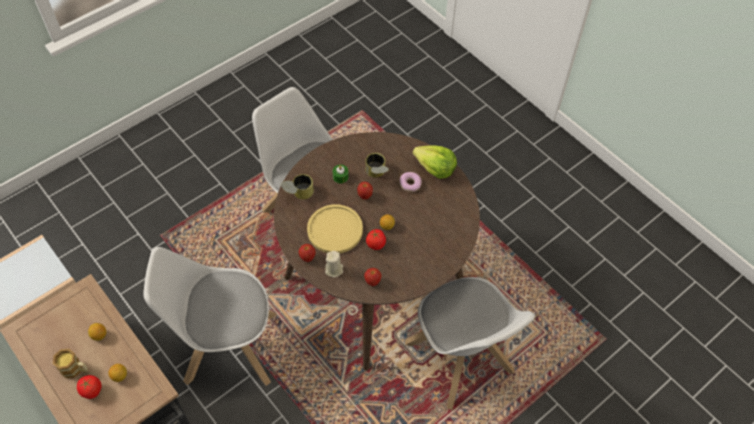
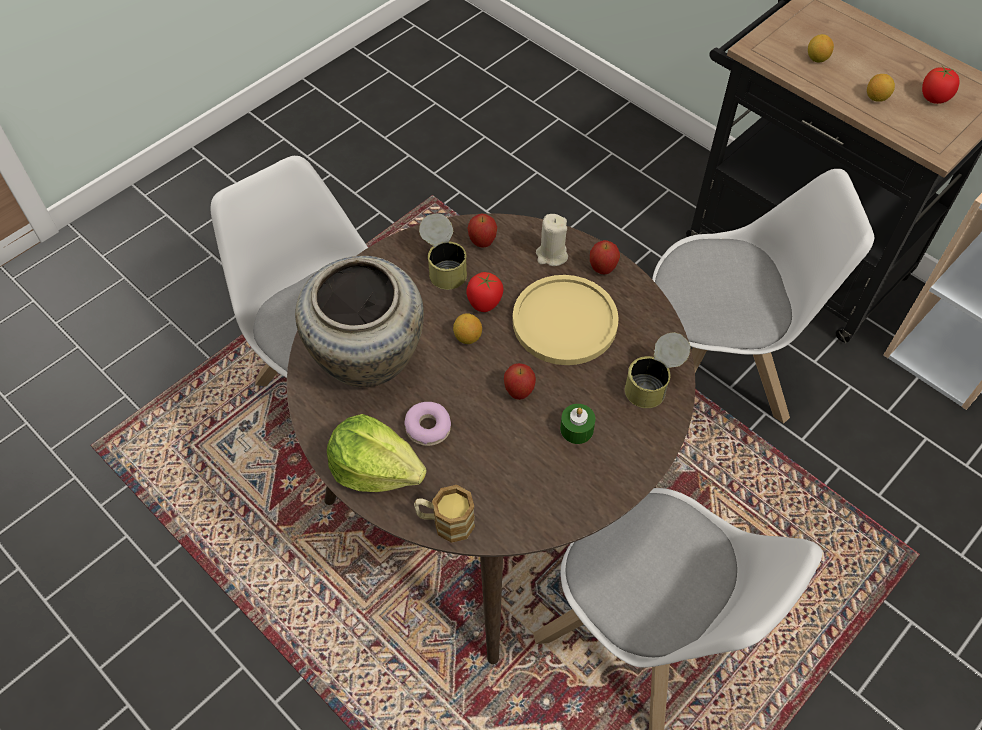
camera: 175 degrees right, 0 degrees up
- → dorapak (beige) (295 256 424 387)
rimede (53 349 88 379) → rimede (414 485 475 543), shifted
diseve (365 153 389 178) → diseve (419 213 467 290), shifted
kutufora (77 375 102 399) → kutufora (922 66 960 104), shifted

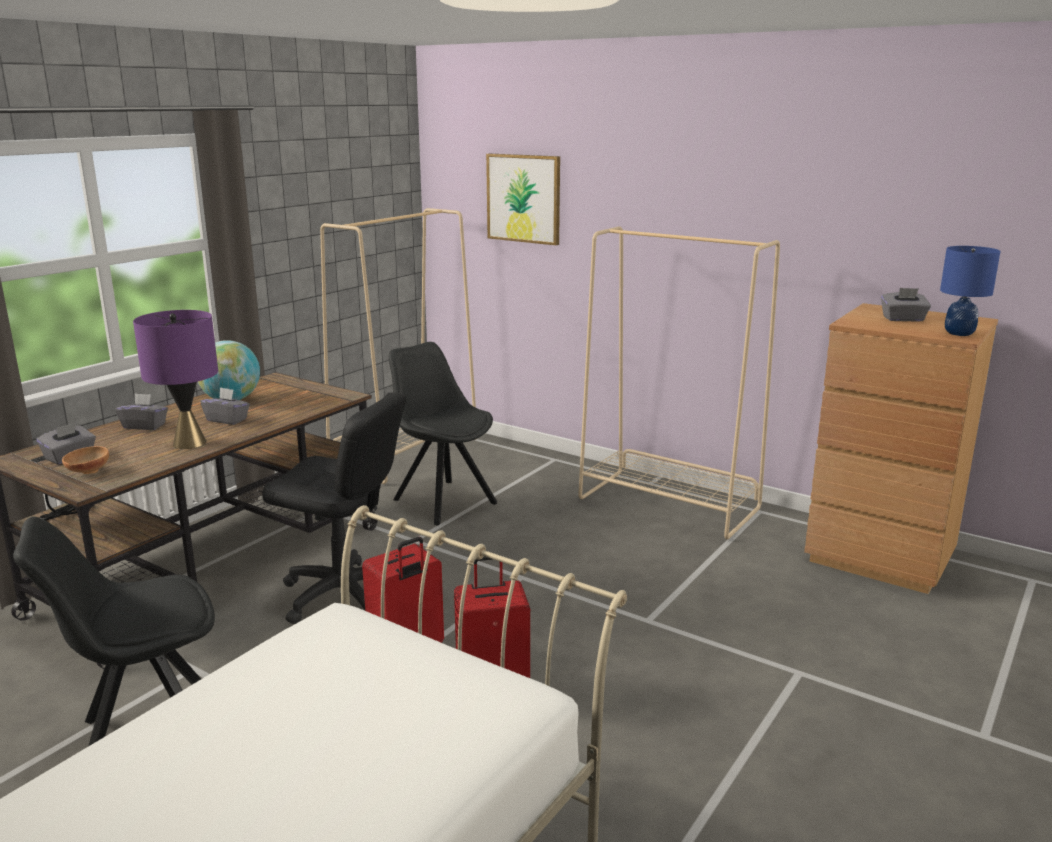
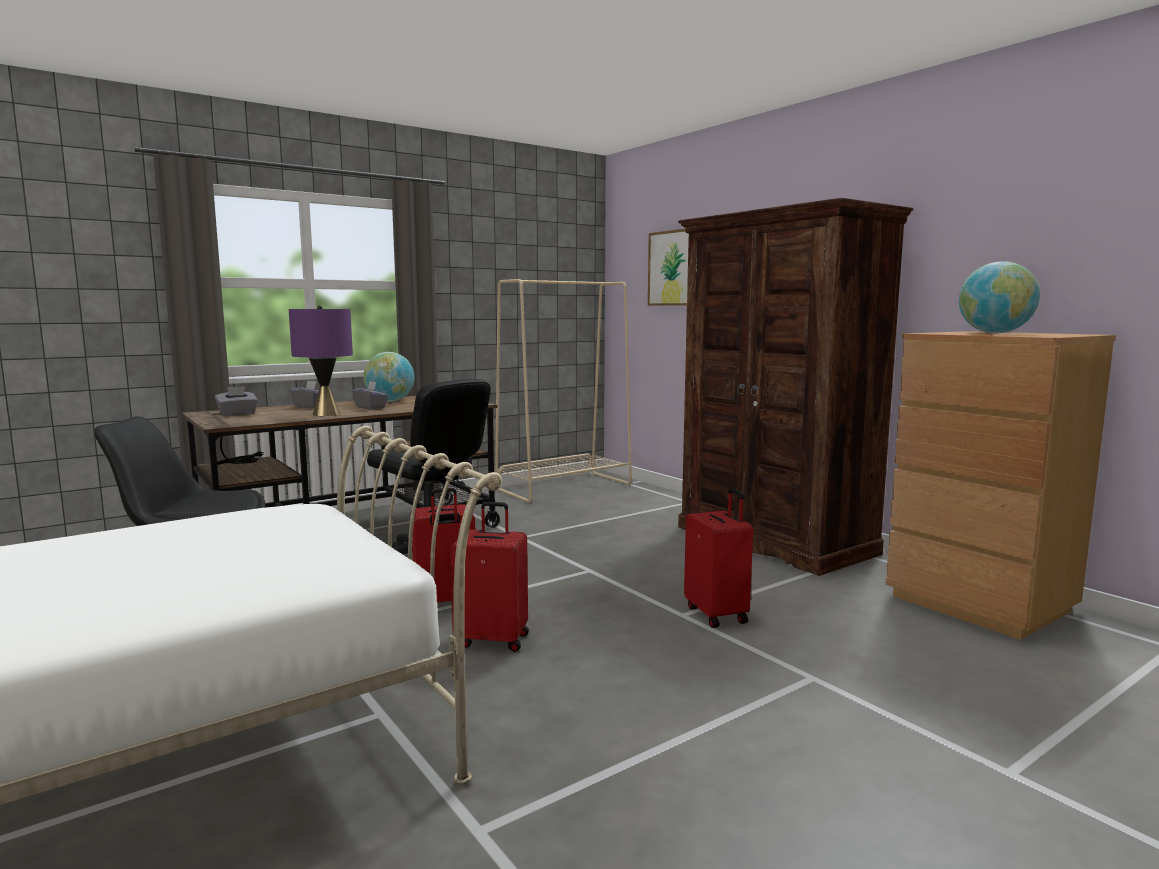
camera: 20 degrees right, 10 degrees down
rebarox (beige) (578 226 780 539) → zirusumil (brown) (678 198 913 576)
- → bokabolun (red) (684 488 753 628)
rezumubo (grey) (881 288 931 322) → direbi (959 261 1040 333)
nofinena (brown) (62 446 109 474) → -
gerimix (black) (389 342 497 525) → -
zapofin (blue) (940 246 1001 336) → -

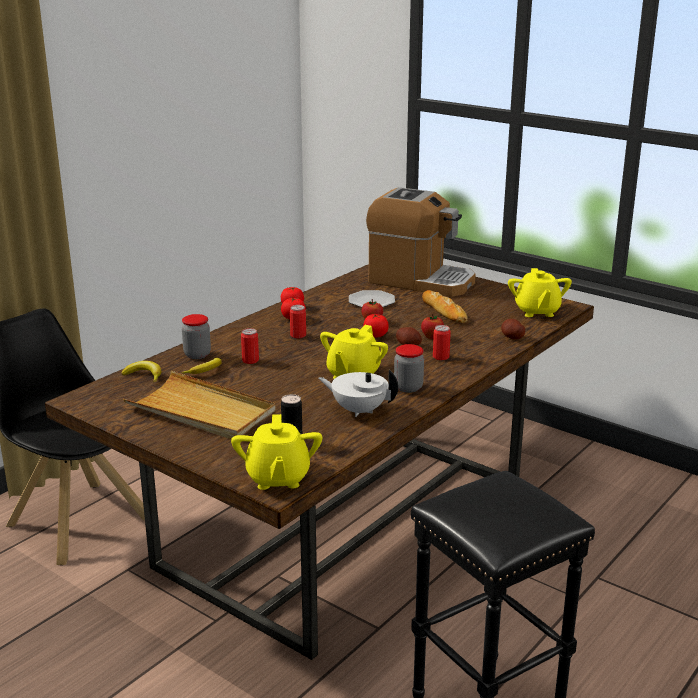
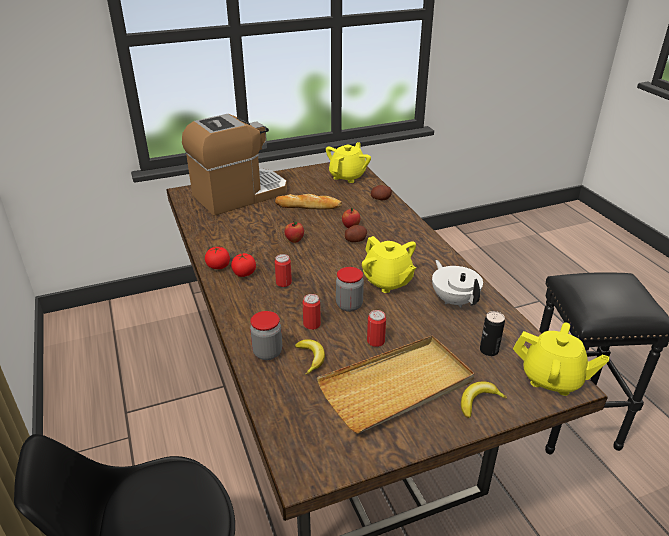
camera: 60 degrees left, 10 degrees up
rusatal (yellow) (508 268 572 317) → rusatal (yellow) (326 142 371 183), 90 degrees counterclockwise
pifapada (394 344 424 393) → pifapada (336 267 364 312), shifted
diseve (433 325 451 360) → diseve (367 310 386 347), shifted
rusatal (white) (319 370 399 417) → rusatal (white) (432 260 483 307), 105 degrees clockwise
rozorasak (121 361 161 383) → rozorasak (461 382 507 418), shifted
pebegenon (349 290 395 308) → -
kutufora (363 314 389 338) → -

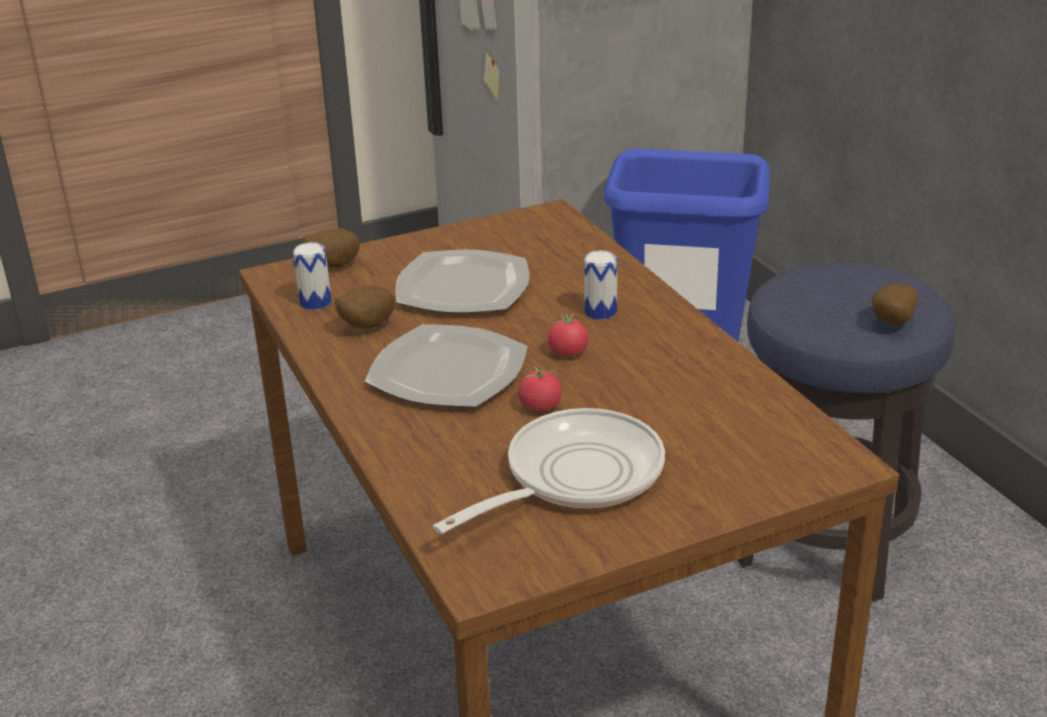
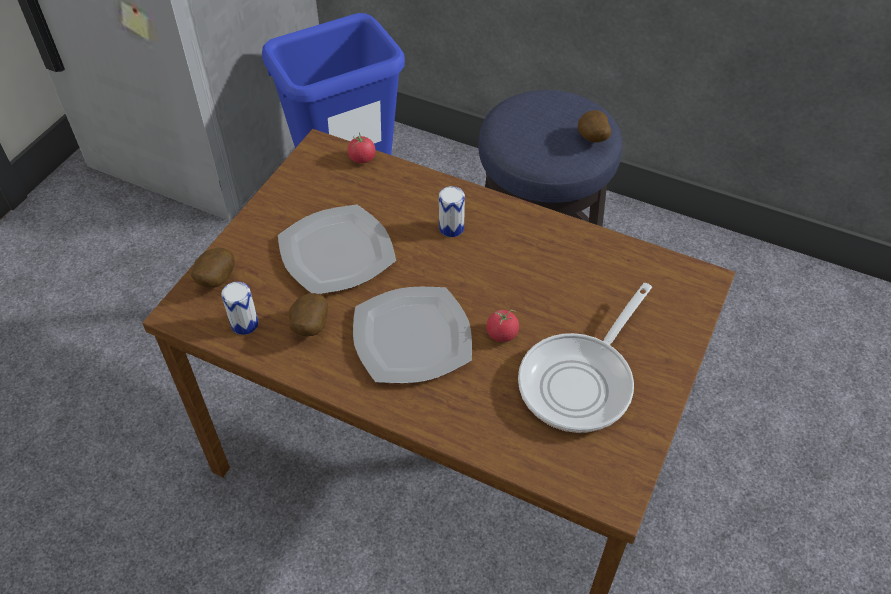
camera: 40 degrees left, 20 degrees up
kutufora (548 312 588 356) → kutufora (348 132 376 163), shifted
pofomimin (433 408 665 534) → pofomimin (518 283 652 433), 150 degrees counterclockwise

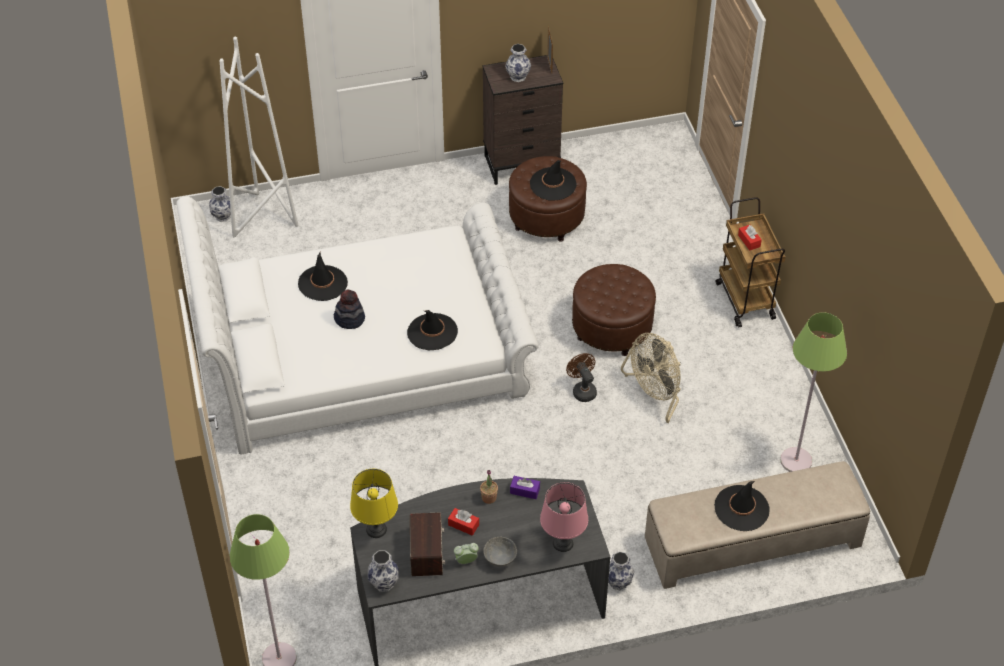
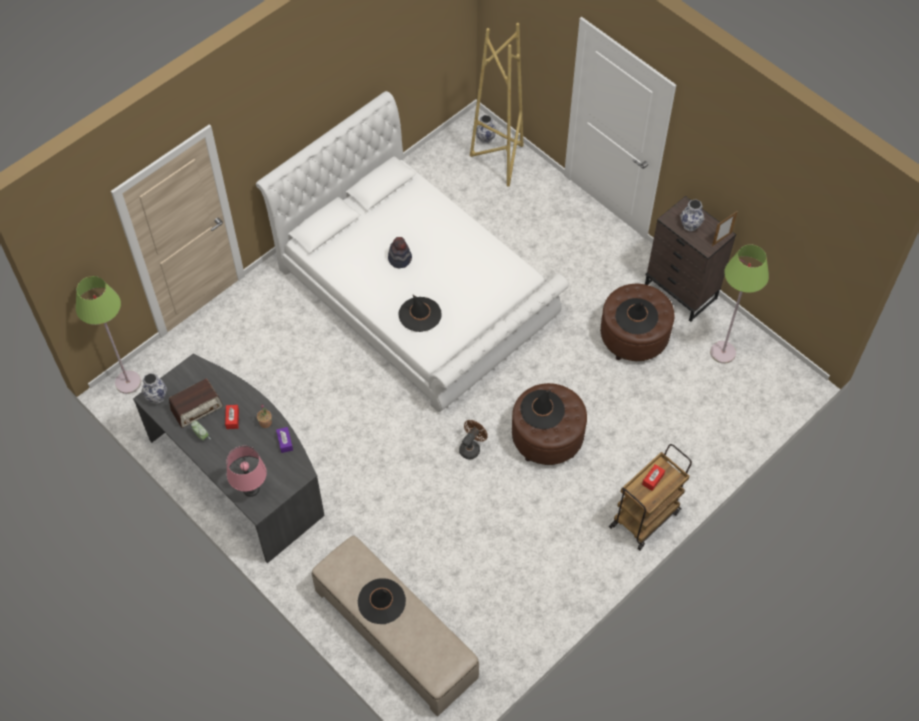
camera: 60 degrees right, 10 degrees up
rebarox (white) (220 37 298 237) → rebarox (yellow) (470 23 523 187)
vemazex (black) (298 252 348 301) → vemazex (black) (520 389 565 429), shifted
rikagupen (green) (780 312 847 472) → rikagupen (green) (710 245 769 364), shifted
zapofin (yellow) (350 469 398 538) → -
nofinena (grey) (483 537 517 567) → -
dorapak (608 552 635 590) → -
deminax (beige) (621 333 681 423) → -

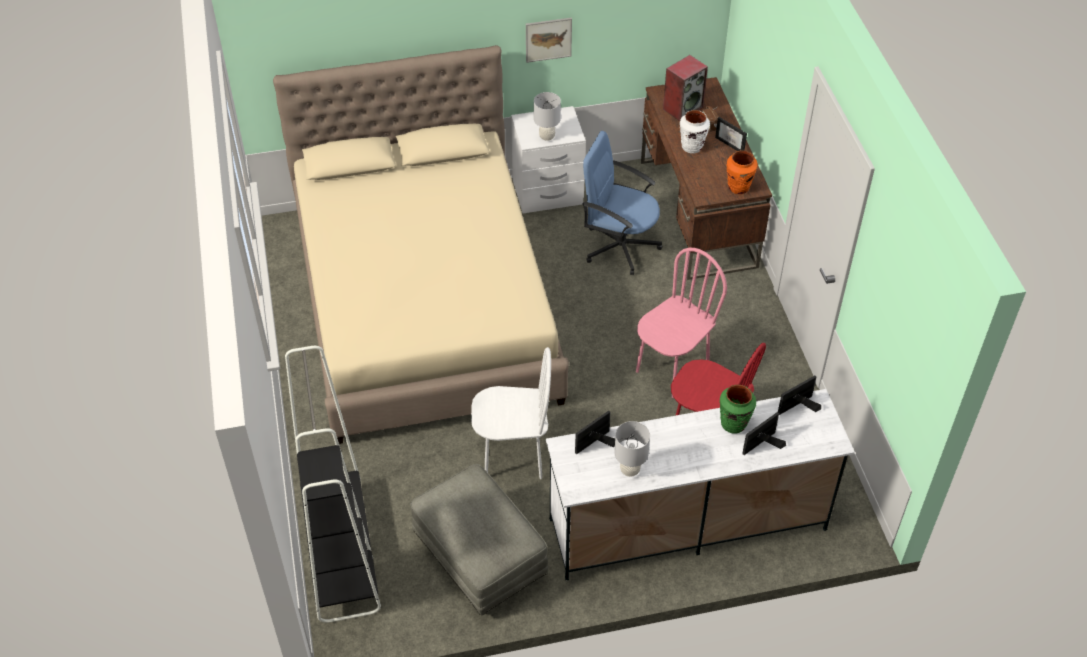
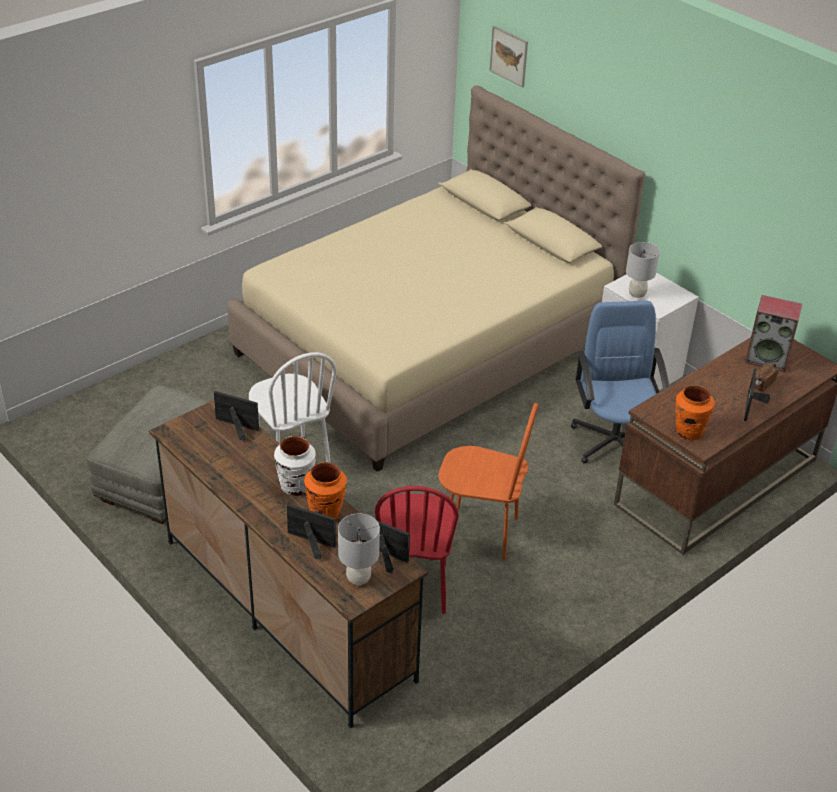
camera: 60 degrees right, 10 degrees down
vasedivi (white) (546 389 855 581) → vasedivi (brown) (149 400 428 728)
dorapak (white) (680 110 710 154) → dorapak (white) (274 436 316 496), shifted
dorapak (green) (720 385 756 434) → dorapak (orange) (304 462 347 519)
zapofin (grey) (614 421 650 477) → zapofin (grey) (338 514 380 585), shifted
gerimix (pink) (636 248 727 398) → gerimix (orange) (438 403 538 560)
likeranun (526 17 572 63) → likeranun (490 26 528 88), shifted
rebarox (black) (285 346 381 623) → -

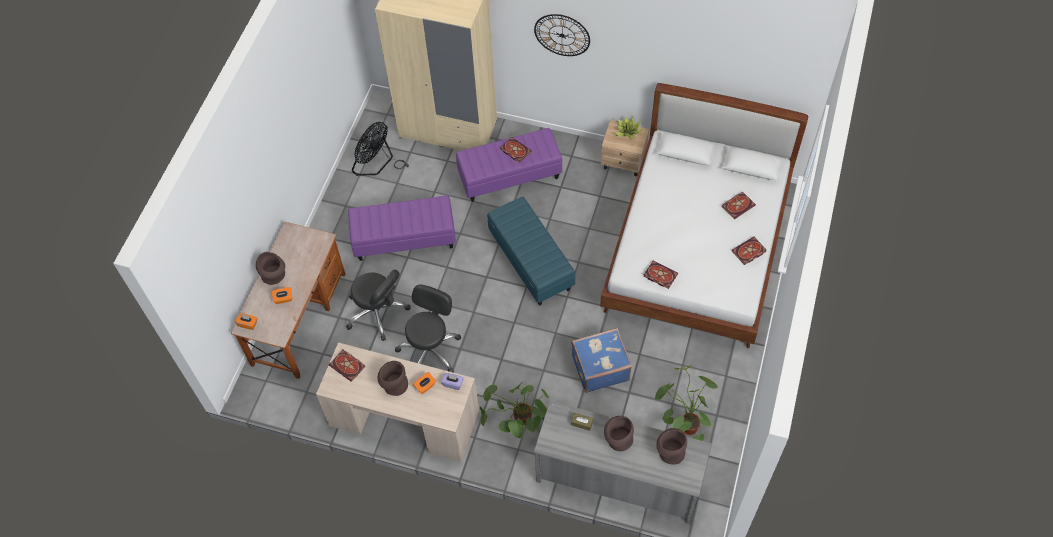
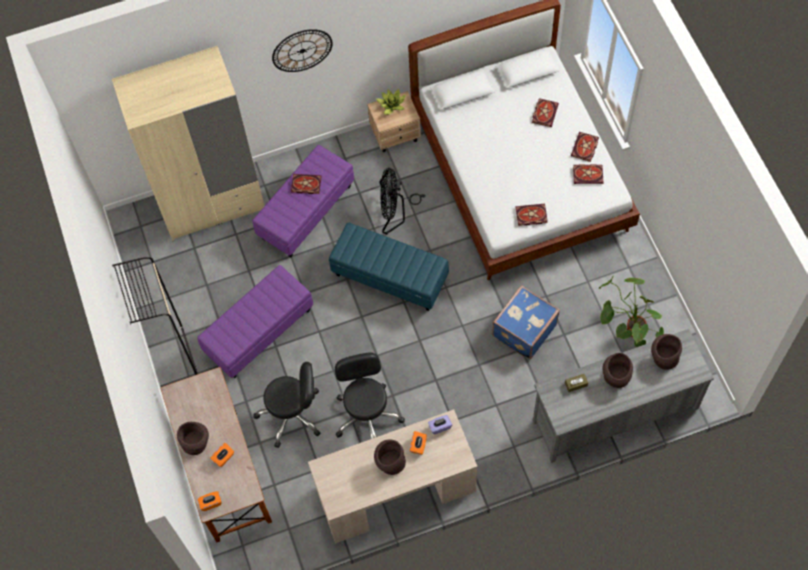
camera: 35 degrees left, 5 degrees up
- → rebarox (black) (112 257 198 375)
deminax (black) (352 122 409 176) → deminax (black) (379 168 425 235), shifted
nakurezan (329 350 365 382) → nakurezan (573 164 603 184), shifted
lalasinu (480 383 549 439) → -

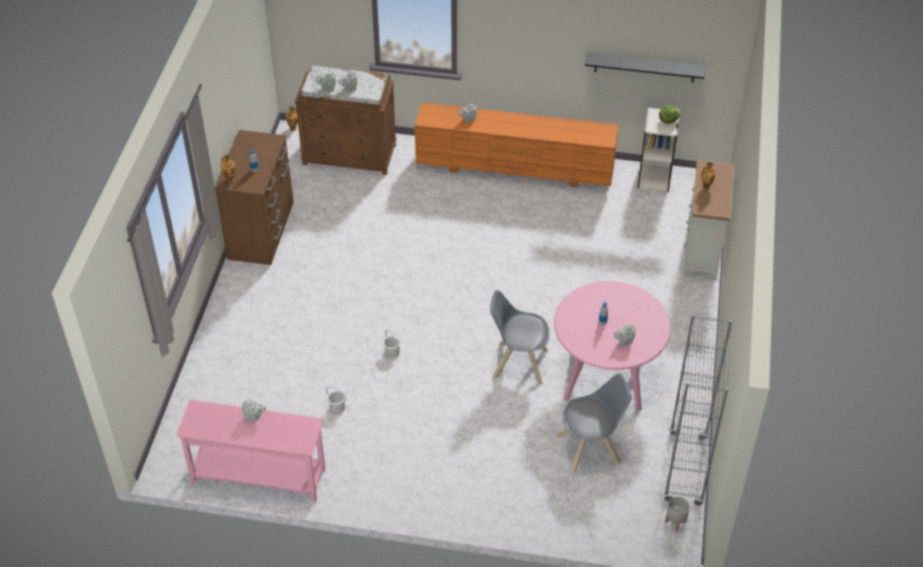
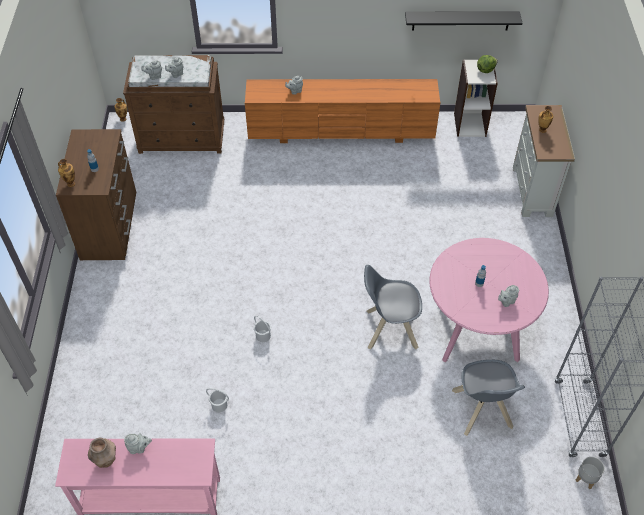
camera: 10 degrees left, 5 degrees up
- → dorapak (brown) (88 438 116 468)
gerimix (grey) (557 373 632 474) → gerimix (grey) (452 360 525 436), 105 degrees clockwise

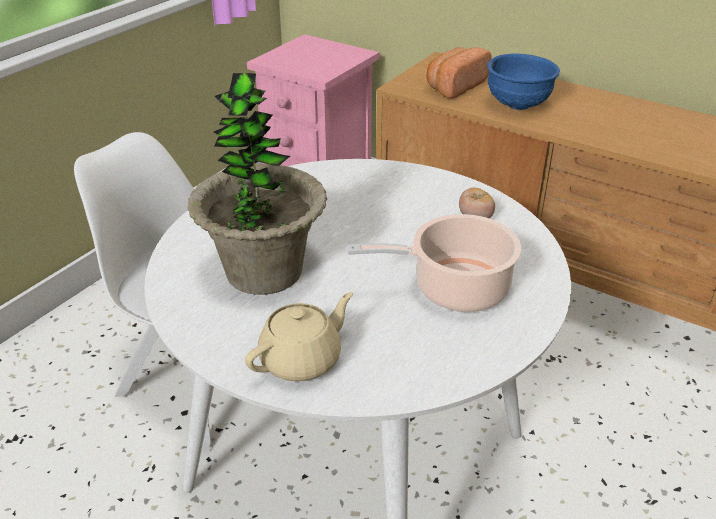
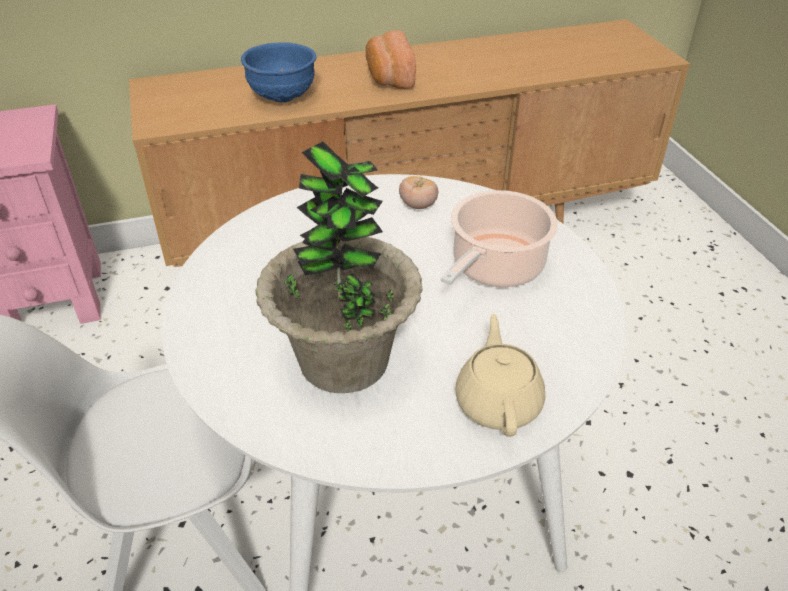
camera: 50 degrees left, 5 degrees up
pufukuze (427 47 492 98) → pufukuze (366 30 416 89), shifted

